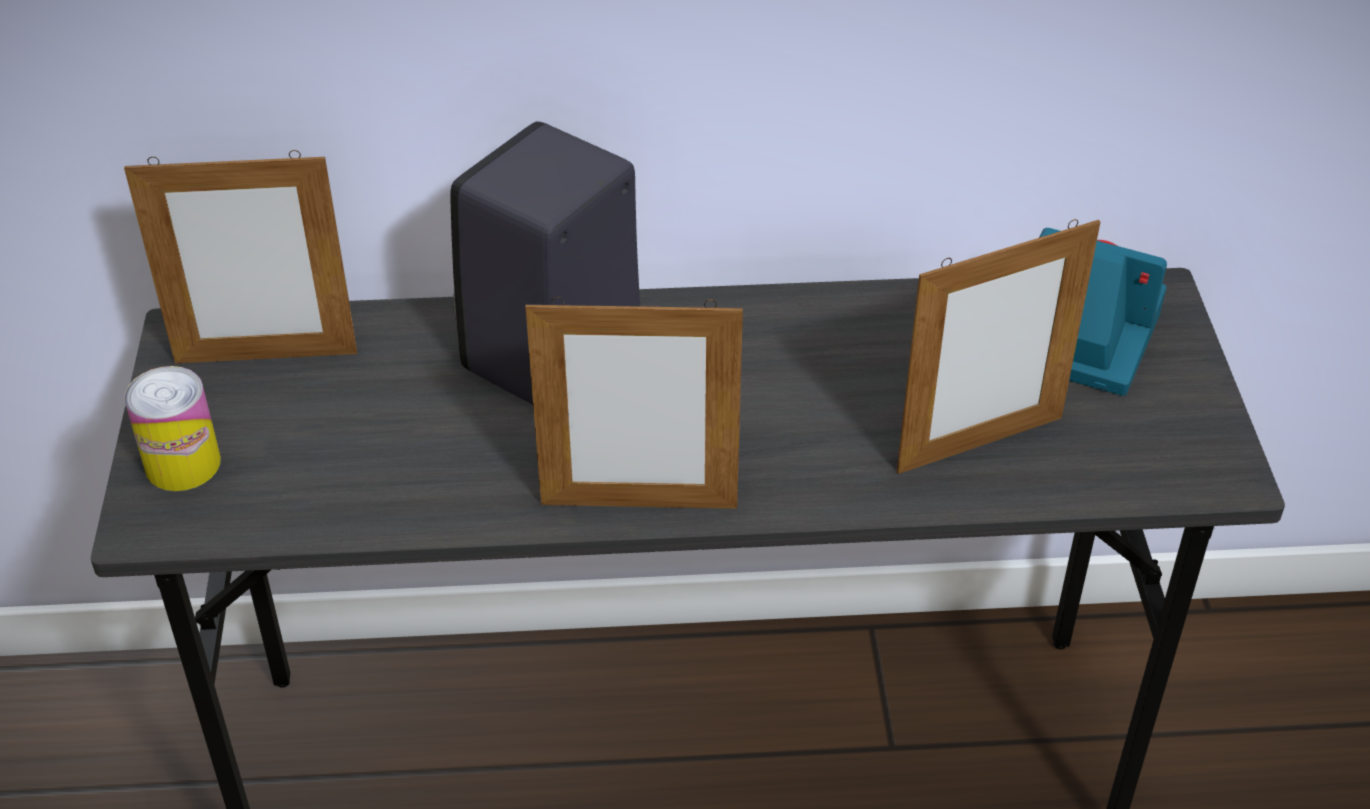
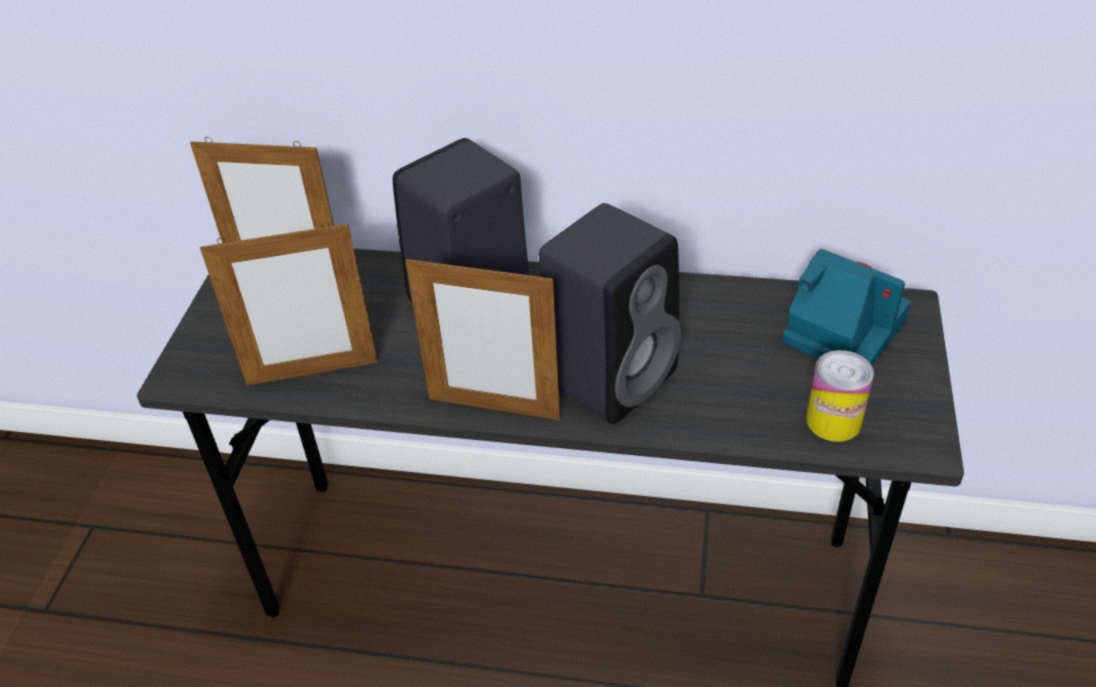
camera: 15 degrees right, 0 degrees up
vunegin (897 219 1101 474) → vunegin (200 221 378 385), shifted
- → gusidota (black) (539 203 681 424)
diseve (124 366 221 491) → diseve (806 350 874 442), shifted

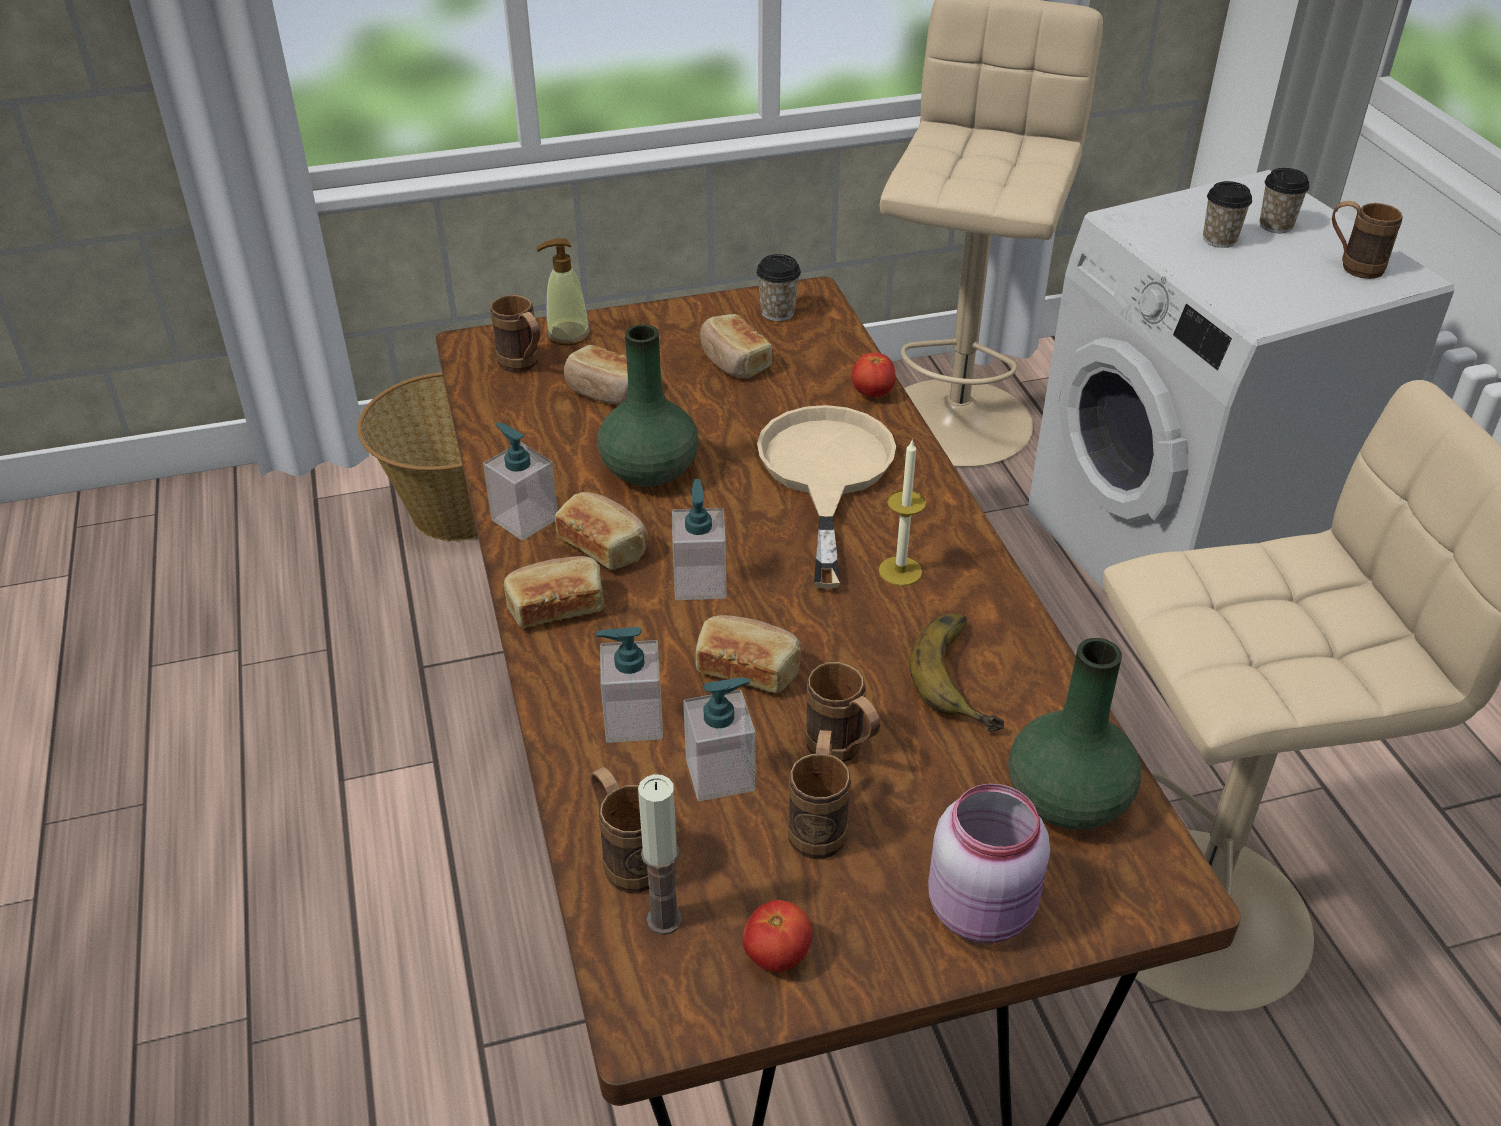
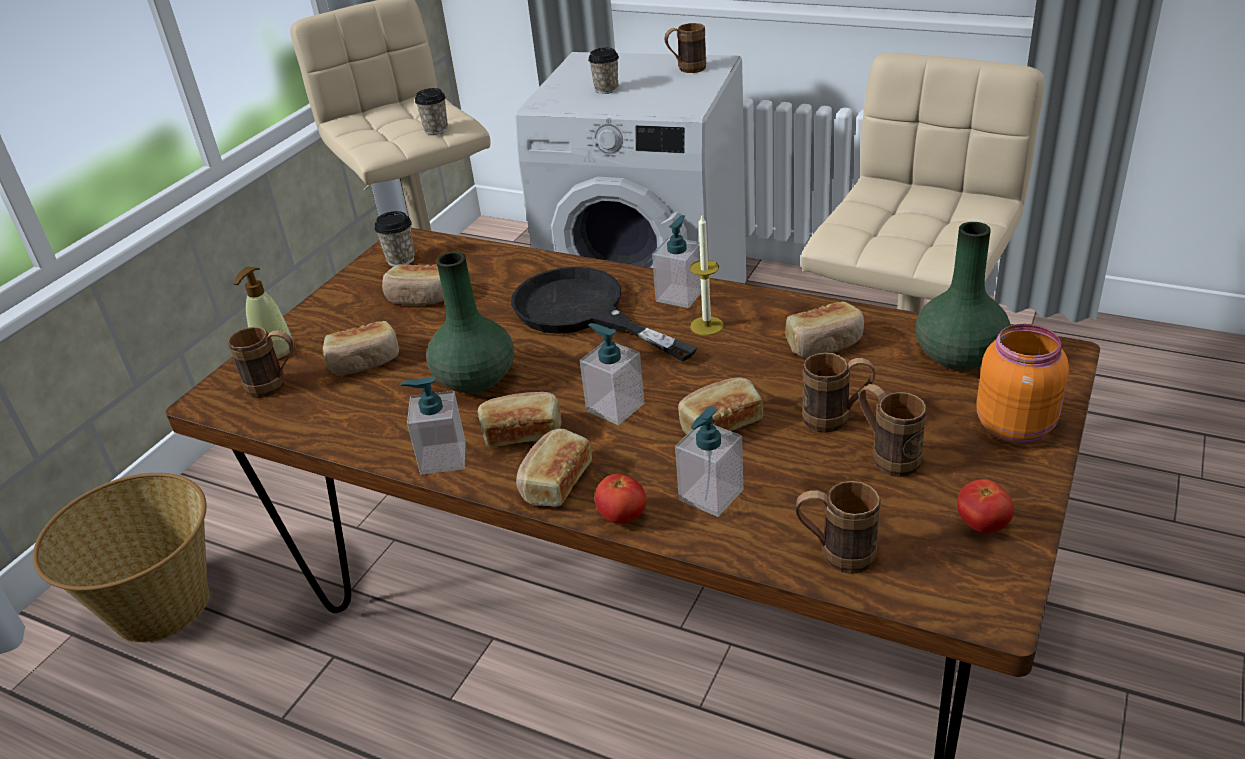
camera: 45 degrees left, 5 degrees down
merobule (1260 168 1309 233) → merobule (415 88 448 135), shifted
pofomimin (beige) (757 405 896 588) → pofomimin (black) (511 267 697 362)
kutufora (852 353 896 397) → kutufora (595 474 646 524), shifted
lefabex (683 678 755 801) → lefabex (652 215 701 308), shifted
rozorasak (910 613 1004 732) → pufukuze (785 301 864 357)
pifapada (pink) (928 784 1050 943) → pifapada (orange) (977 324 1069 443)
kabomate (638 774 682 935) → -

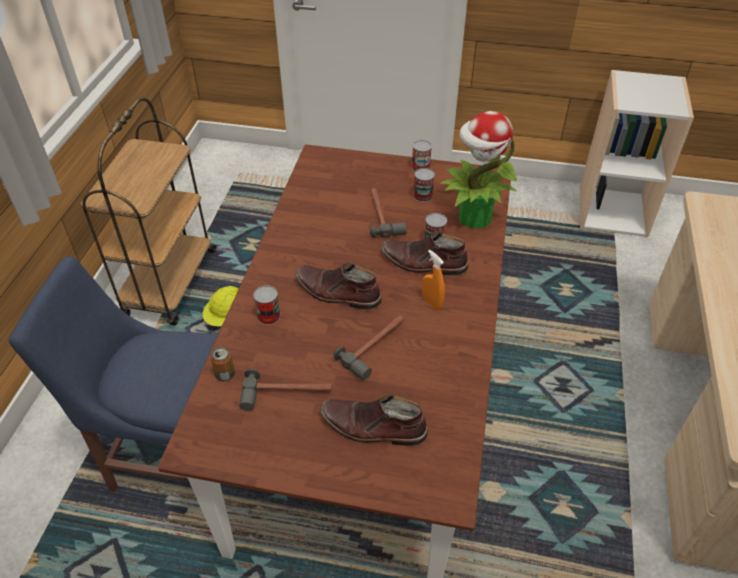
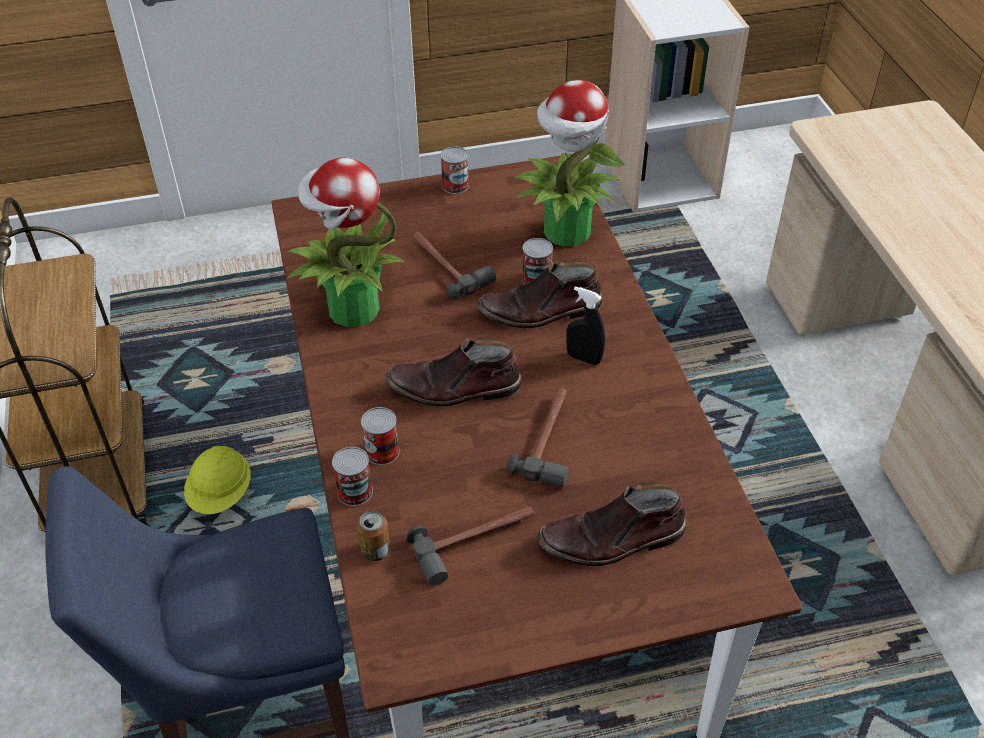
camera: 25 degrees left, 0 degrees up
- → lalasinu (287 158 404 327)
diseve (413 168 435 202) → diseve (332 447 373 506), shifted
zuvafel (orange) (422 250 445 310) → zuvafel (black) (566 286 605 365)

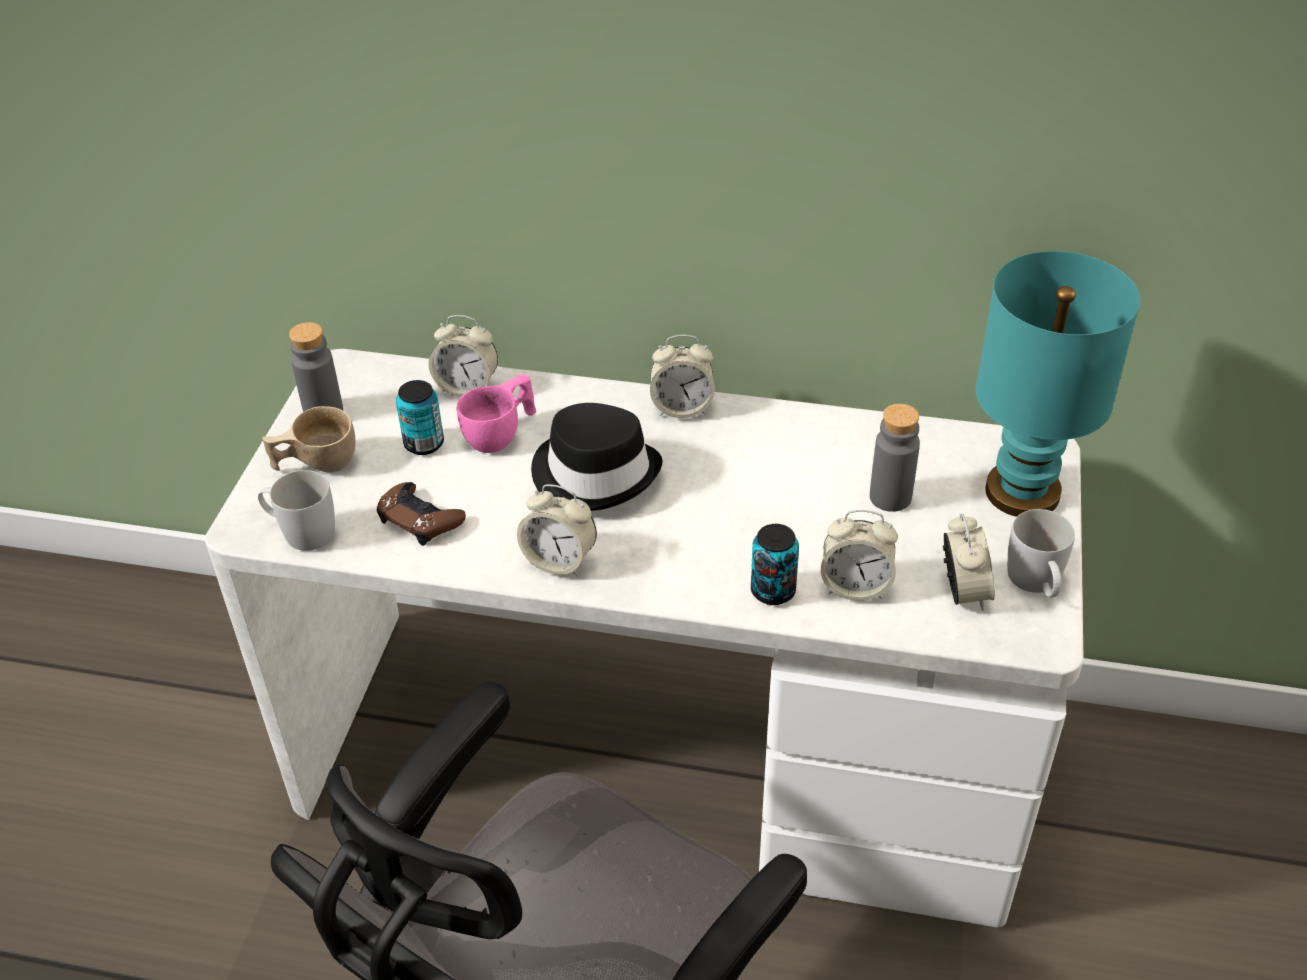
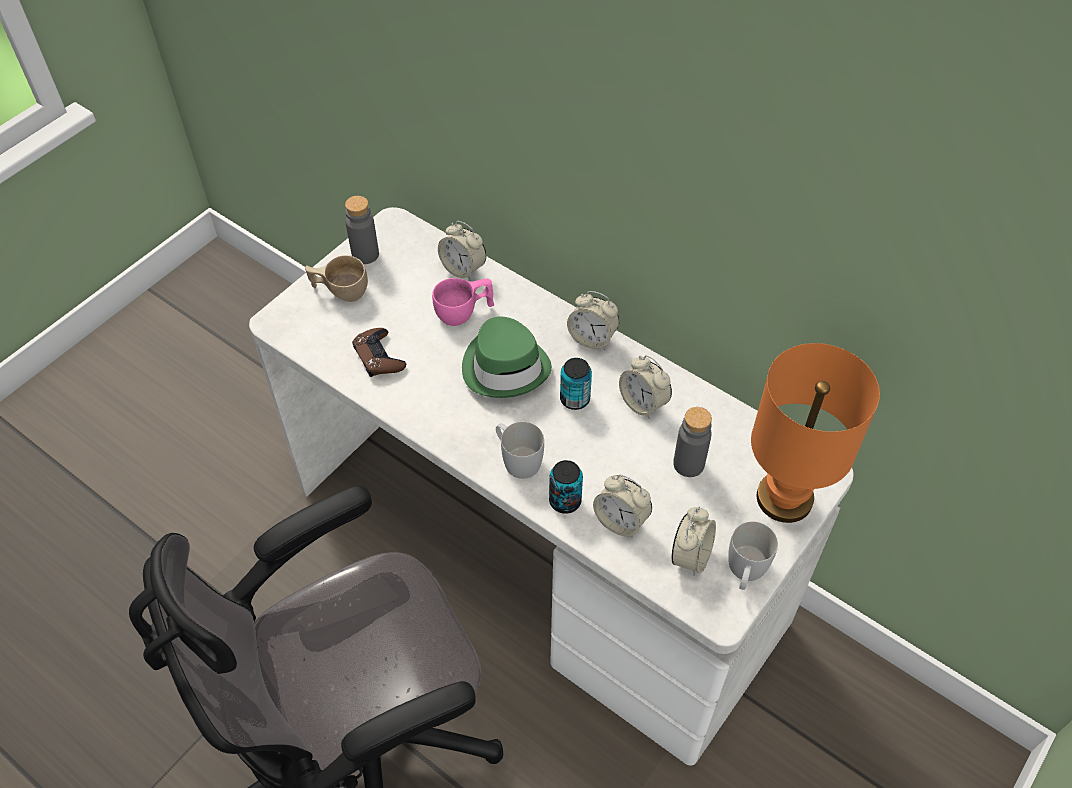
camera: 25 degrees right, 10 degrees up
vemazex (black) (531 403 663 511) → vemazex (green) (462 317 552 398)
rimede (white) (258 470 335 551) → rimede (white) (496 422 544 479), shifted
diseve (396 380 444 455) → diseve (560 358 592 410), shifted
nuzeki (517 484 597 577) → nuzeki (619 355 672 419), shifted
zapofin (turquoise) (975 251 1140 517) → zapofin (orange) (751 343 880 523)

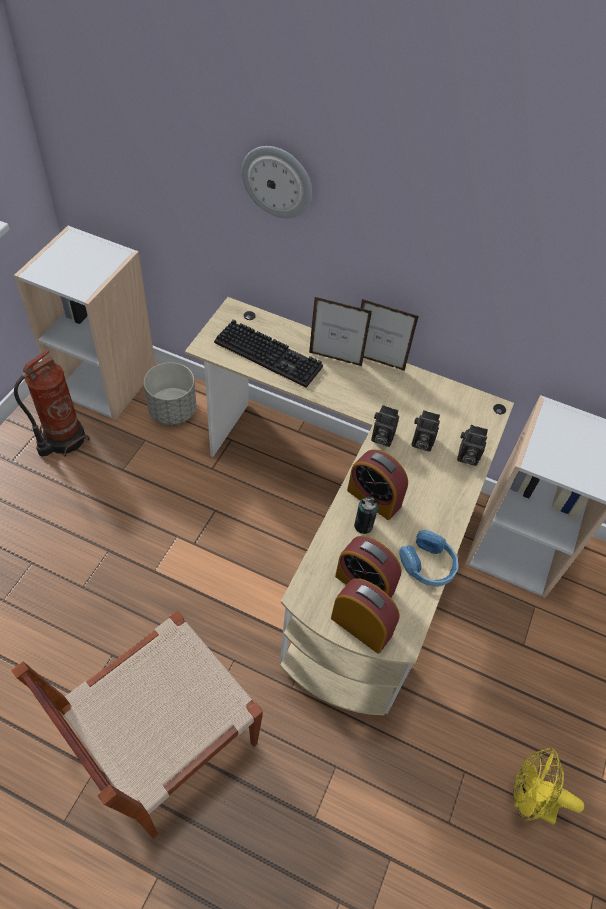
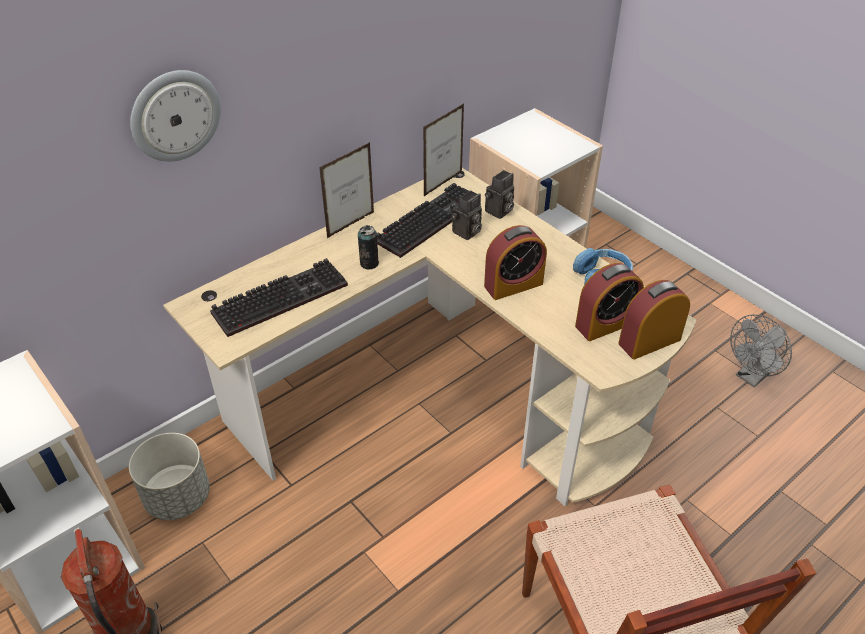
camera: 60 degrees left, 10 degrees down
diseve (354 497 378 534) → diseve (358 225 379 270), shifted
- → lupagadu (377 183 469 258)
vunegin (309 297 372 366) → vunegin (423 104 464 196), shifted
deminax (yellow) (513 748 584 825) → deminax (grey) (730 314 792 387)
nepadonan (371 405 399 447) → -

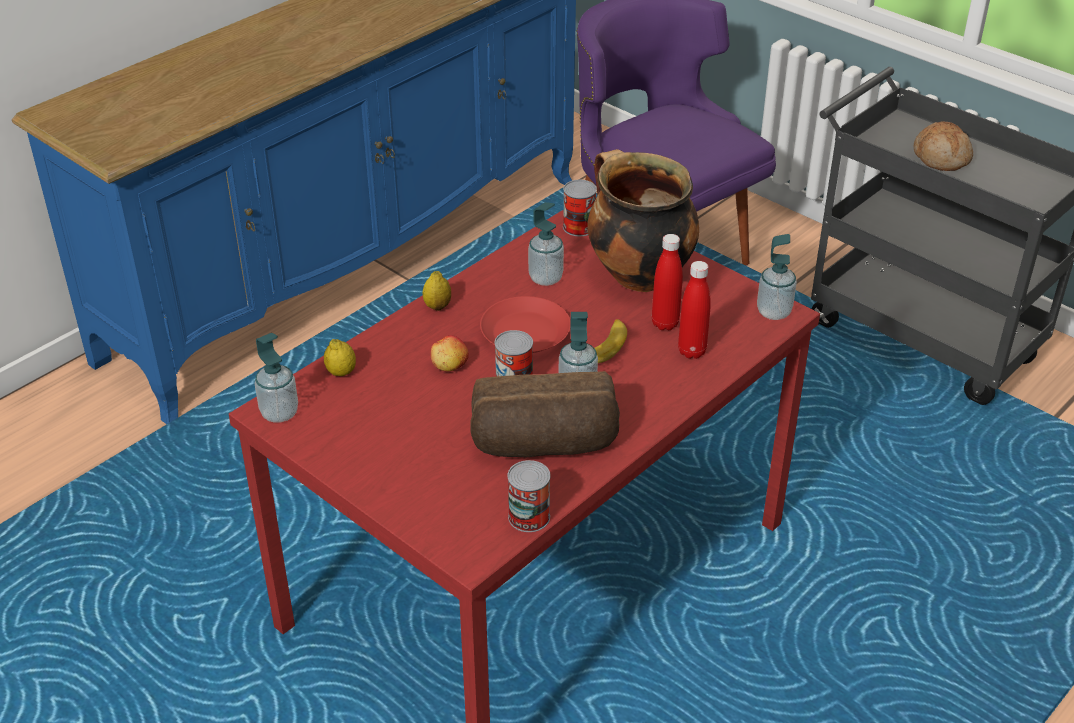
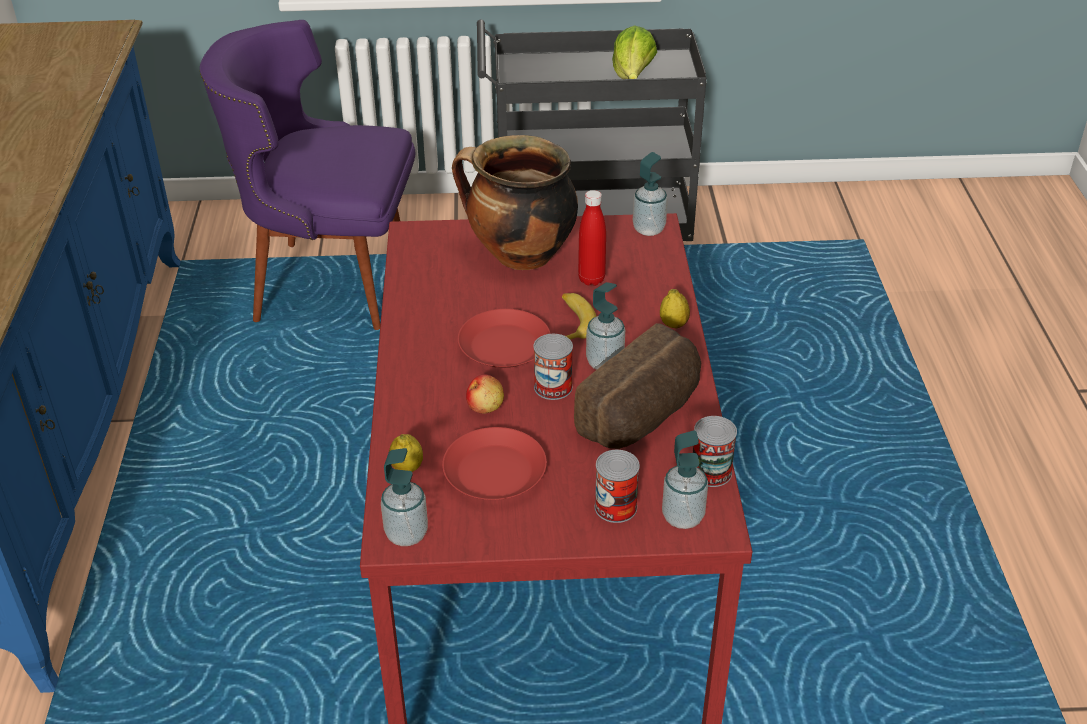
camera: 45 degrees left, 0 degrees up
- → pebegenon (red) (442 427 547 500)
diseve (563 180 597 236) → diseve (595 450 640 523), shifted
- → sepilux (612 25 657 79)
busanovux (423 271 451 311) → busanovux (660 289 690 328), shifted
lefabex (528 202 564 286) → lefabex (662 431 708 529), shifted
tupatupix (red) (678 261 711 359) → -
pufukuze (914 121 973 171) → -

